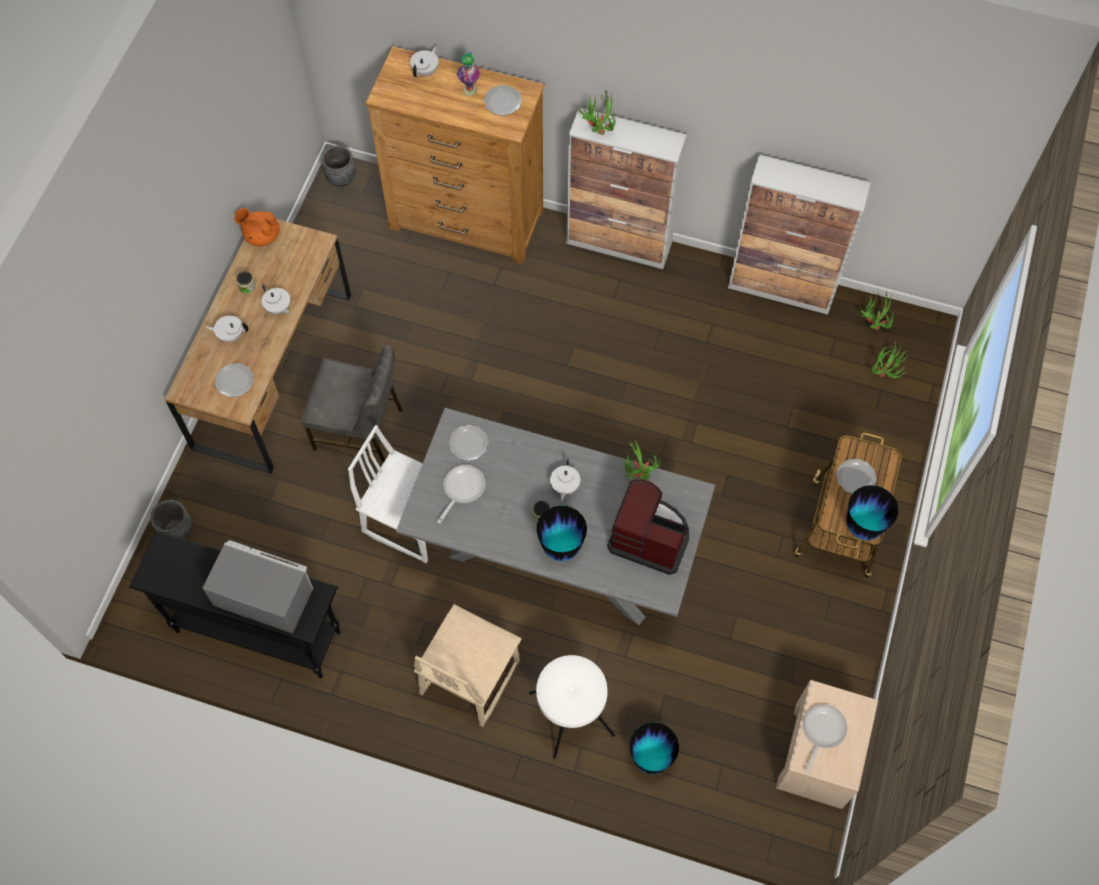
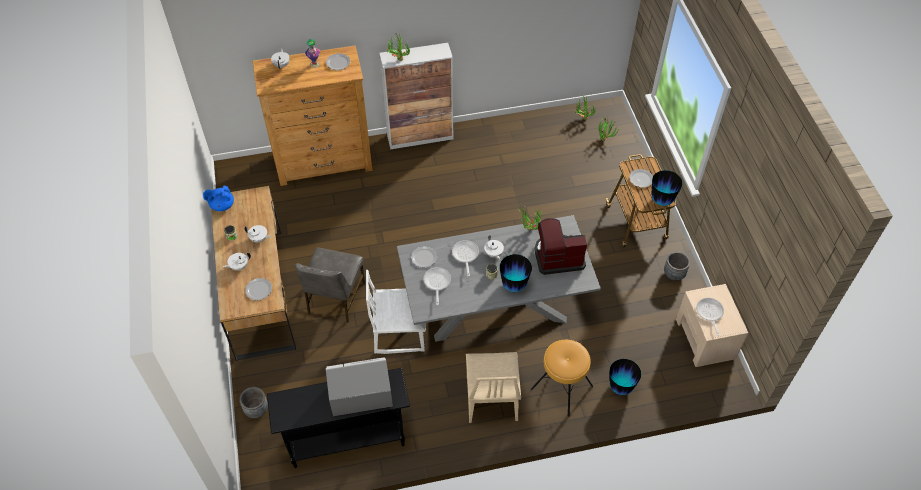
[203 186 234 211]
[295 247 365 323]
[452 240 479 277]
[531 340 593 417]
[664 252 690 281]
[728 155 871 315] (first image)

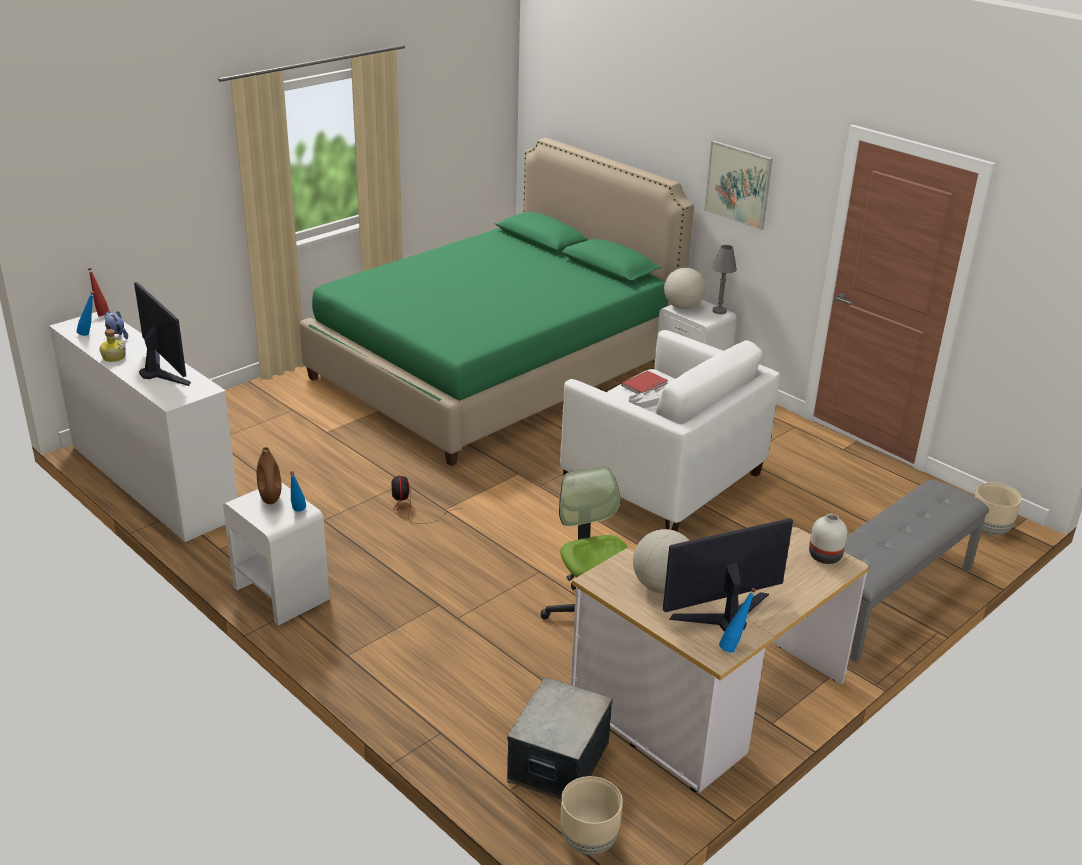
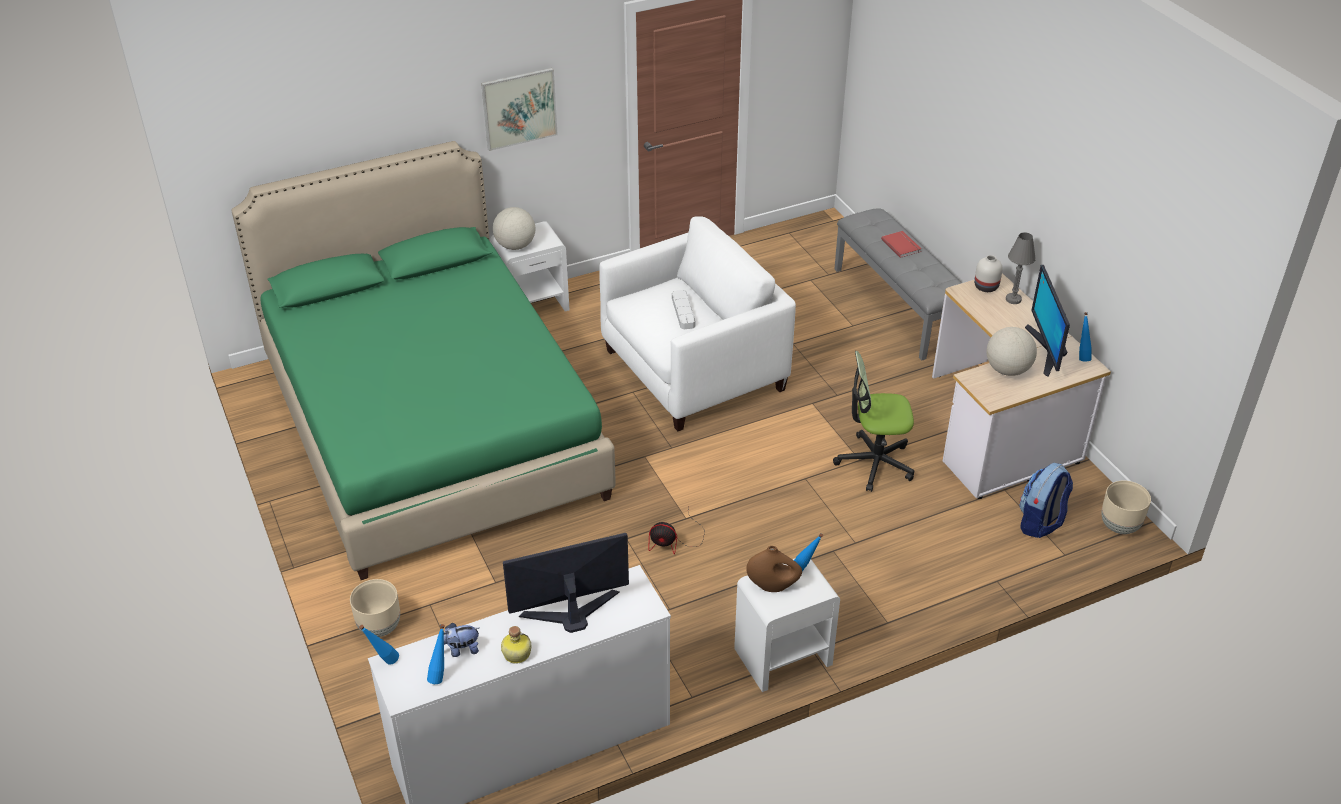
[350 579 400 637]
[359 625 399 665]
[881 231 921 258]
[1006 232 1036 304]
[1019 463 1073 538]

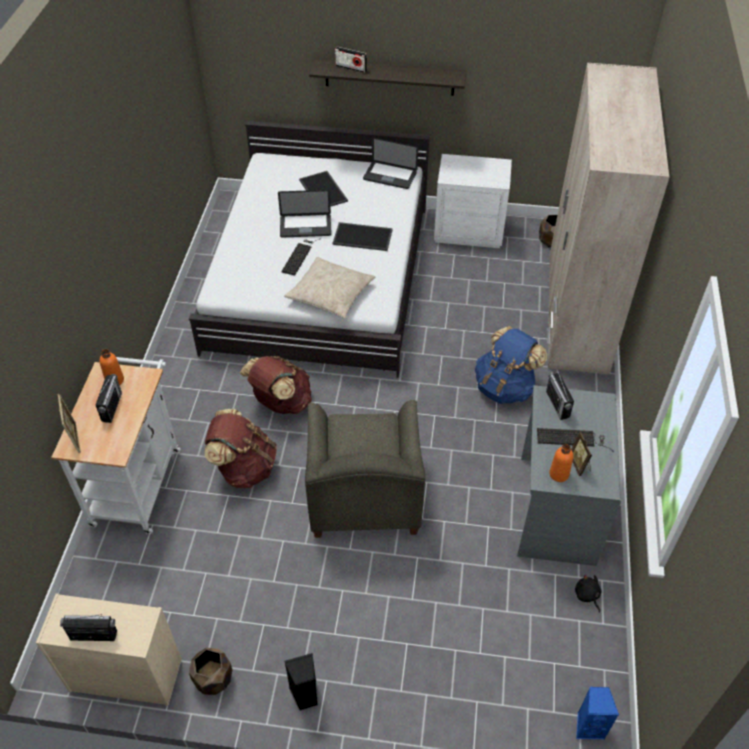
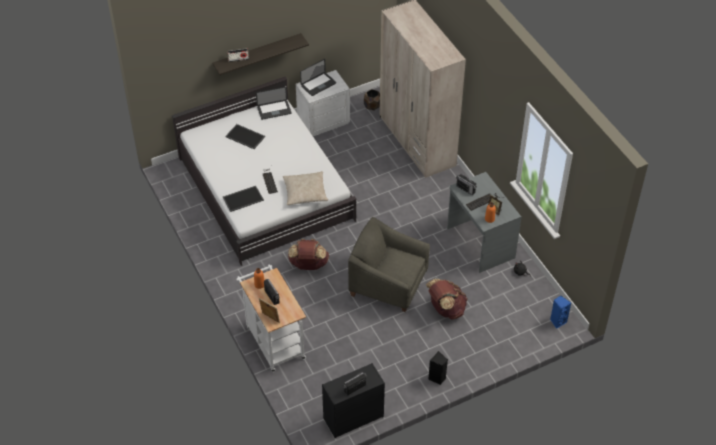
[223 186 264 212]
[300 59 336 96]
[322 363 385 438]
[348 217 430 312]
[426 279 468 320]
[189 648 232 695] (first image)
[475 326 547 404] (first image)

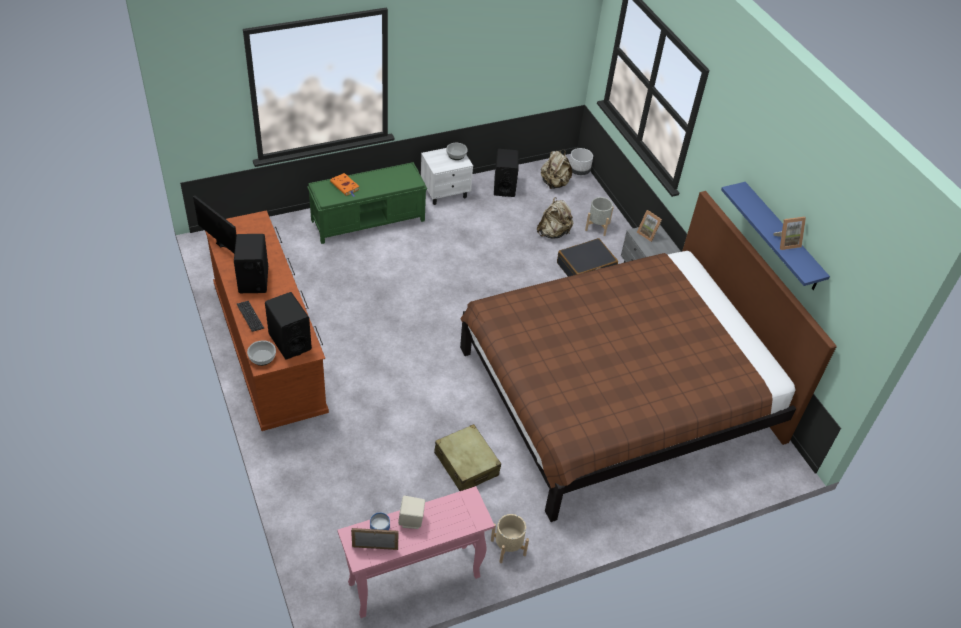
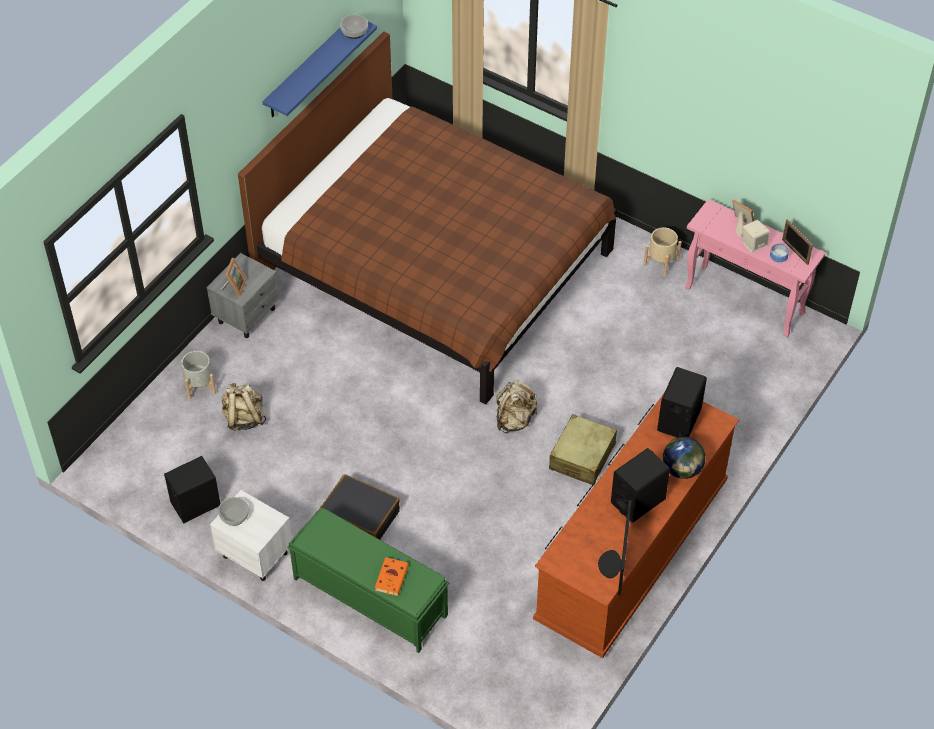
[320 474 400 540]
[340 15 368 39]
[497 380 537 433]
[549 414 617 485]
[663 437 705 479]
[732 200 754 237]
[569 148 593 175] (first image)

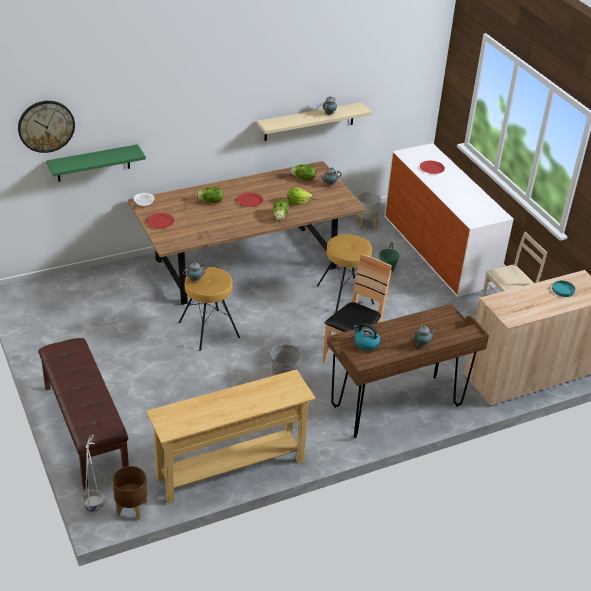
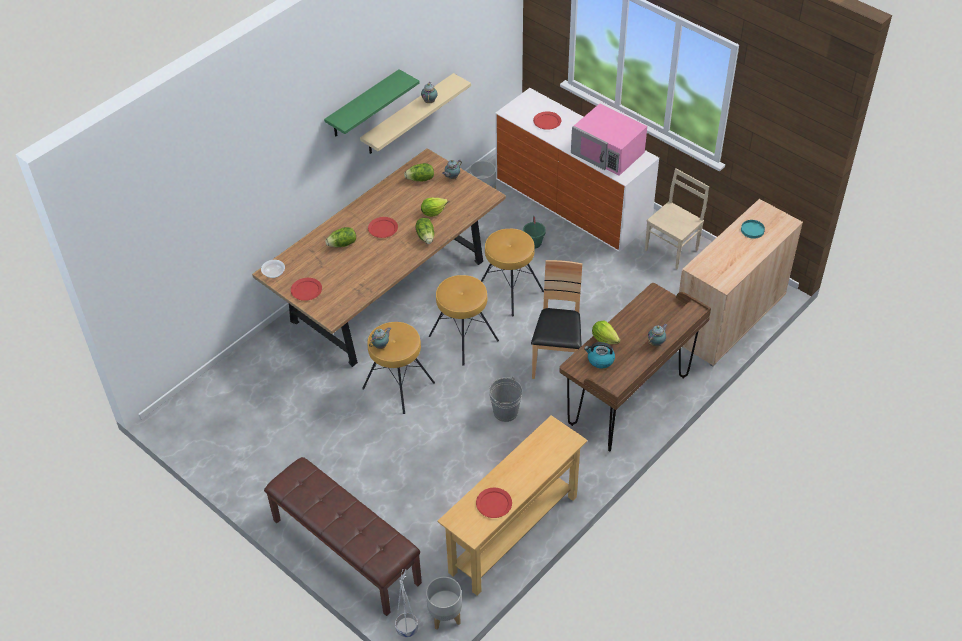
[324 69 420 137]
[426 577 462 630]
[429 275 499 366]
[476 488 512 518]
[571 103 647 176]
[592 321 620 344]
[18 101 75 153] (first image)

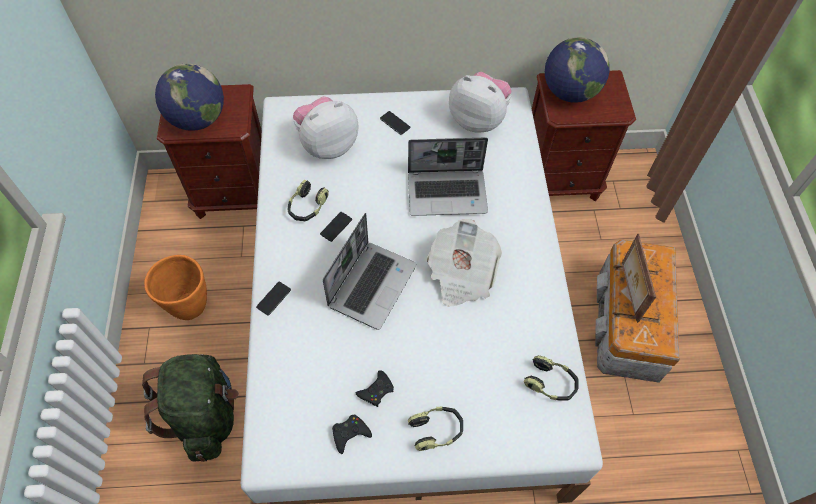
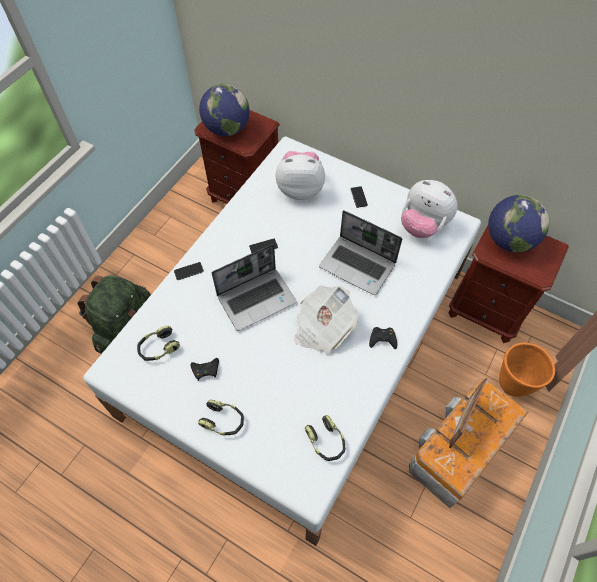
[137 325 180 361]
[369 327 397 349]
[401 180 458 238]
[499 343 555 397]

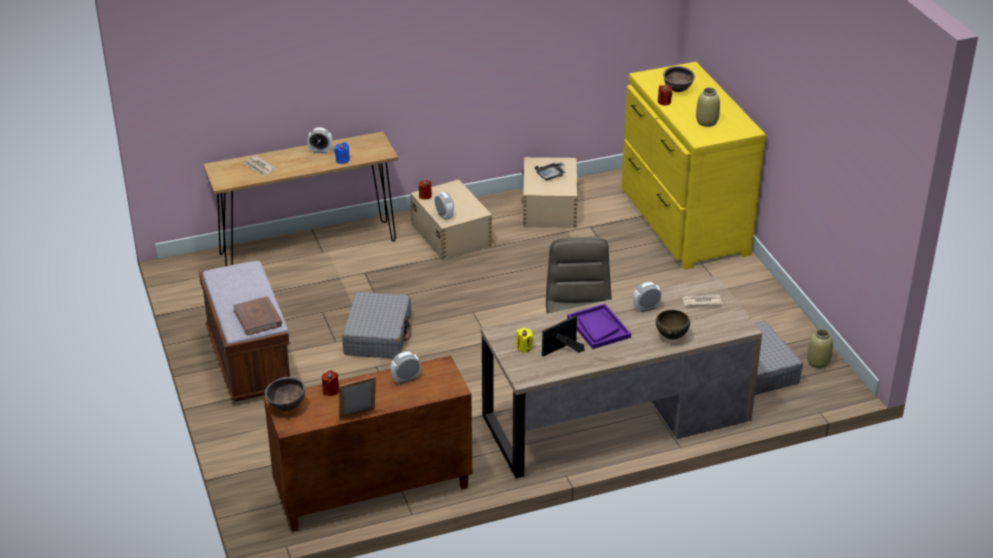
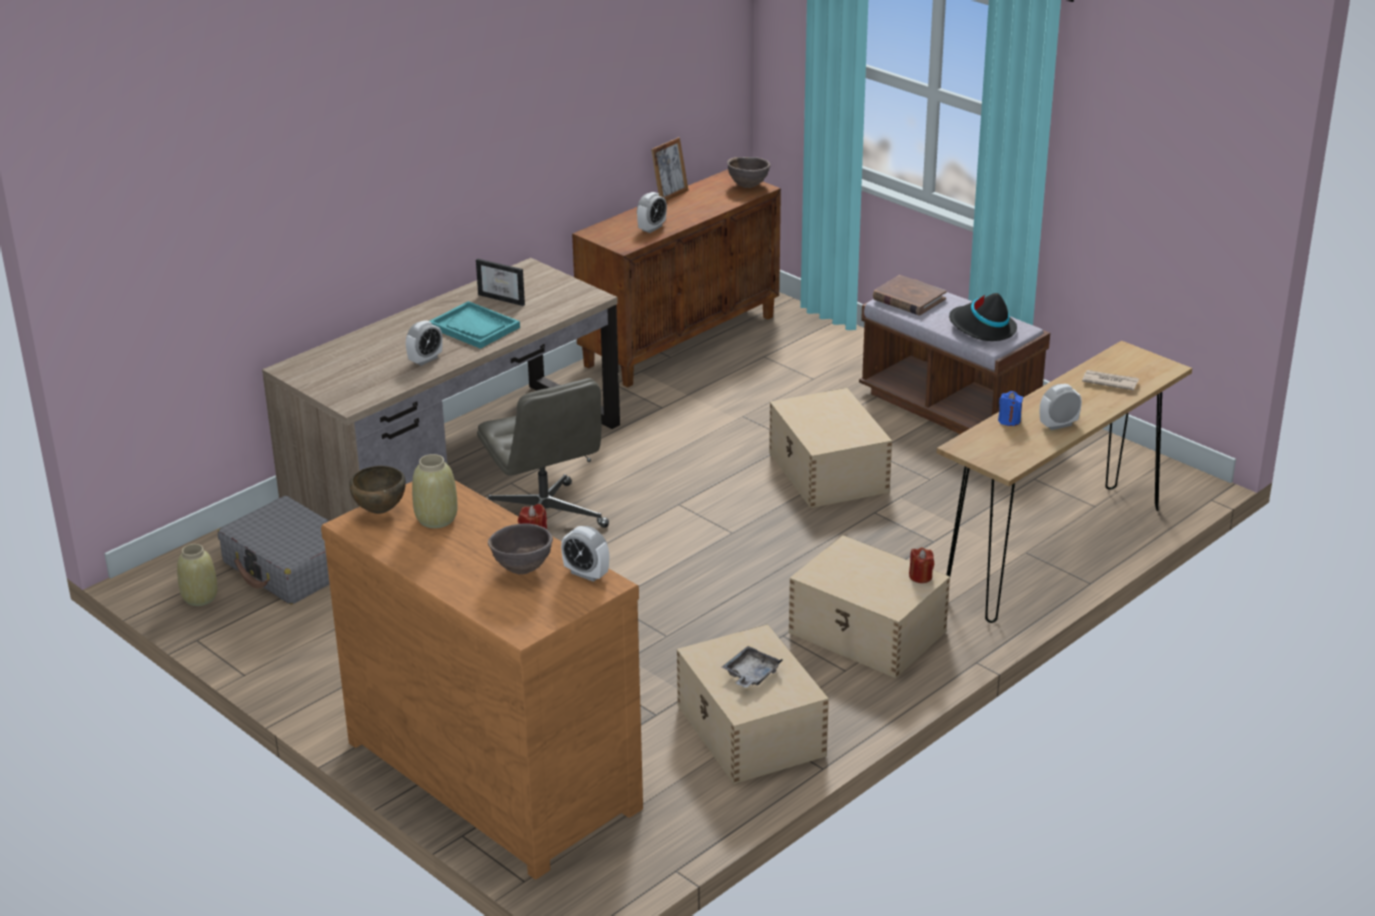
[321 480 643 880]
[350 466 406 514]
[429 301 520 349]
[476 258 525 306]
[561 526 609 582]
[769 388 892 508]
[949 293 1017 341]
[322 370 339 396] (first image)
[516 328 533 352] (first image)
[683 294 722 306] (first image)

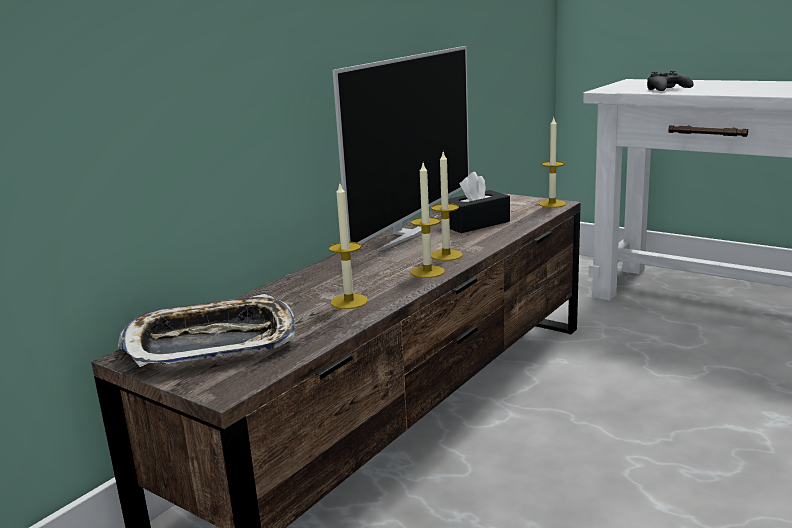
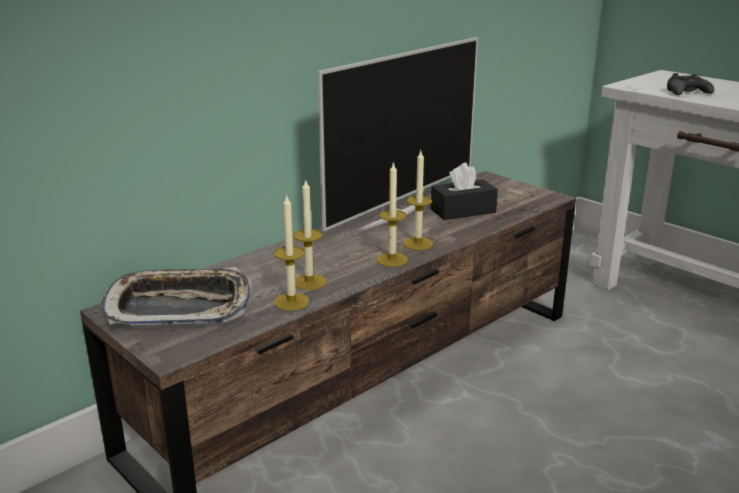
[274 194 309 311]

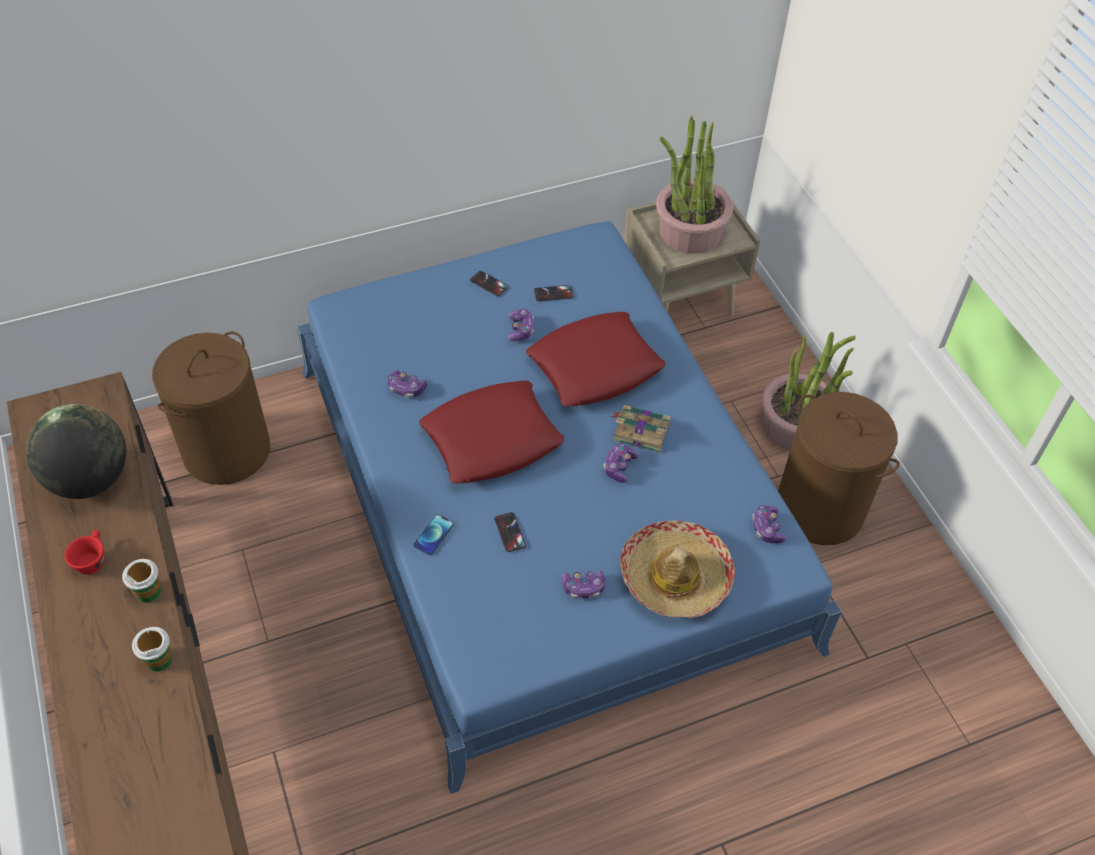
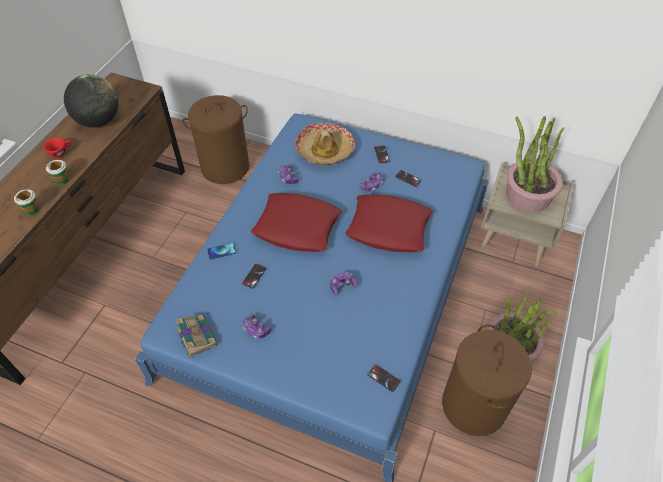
[176 315 217 358]
[295 123 355 165]
[368 364 400 392]

